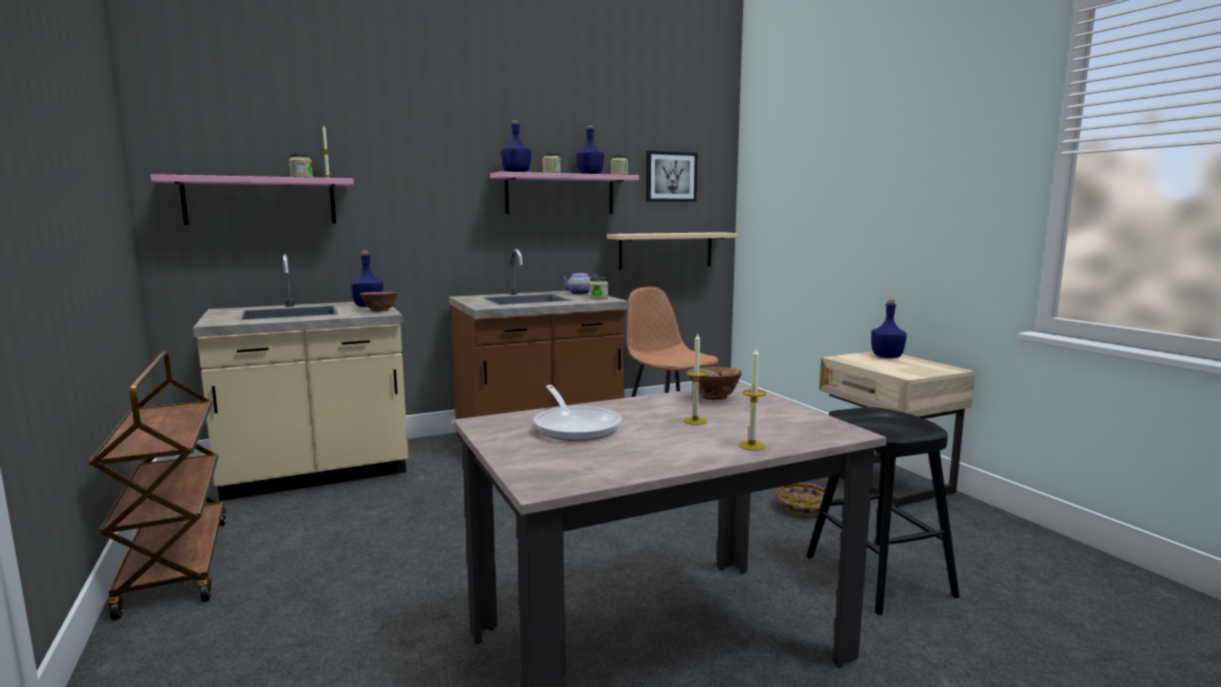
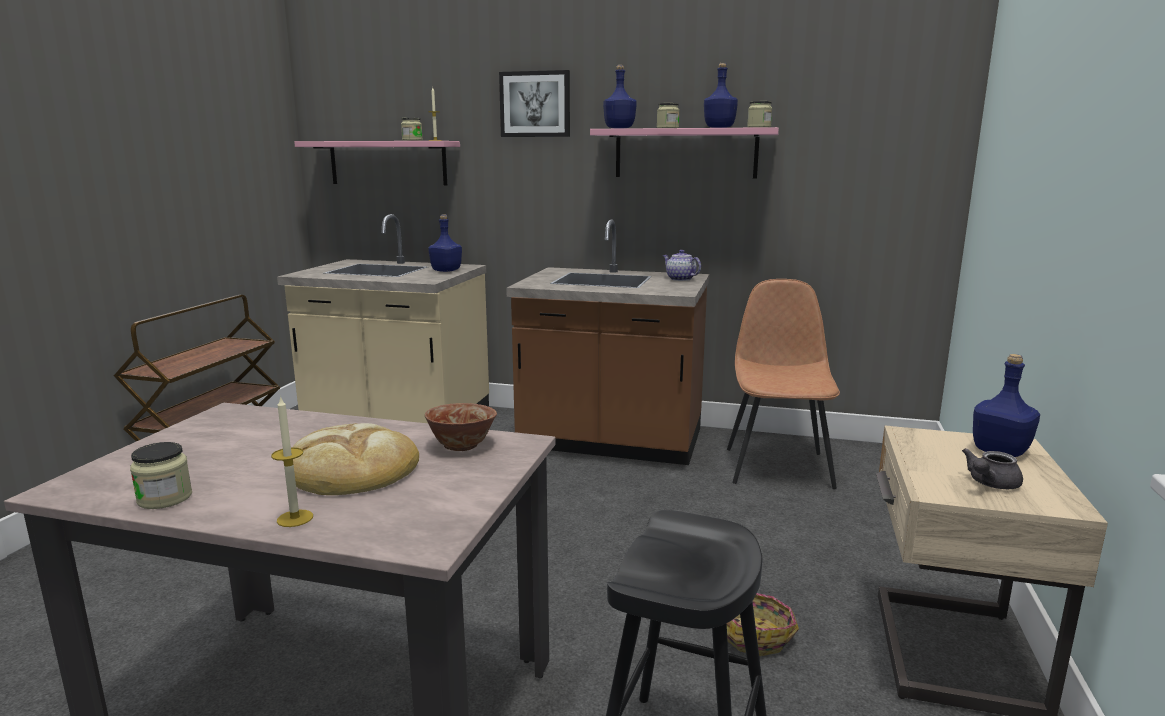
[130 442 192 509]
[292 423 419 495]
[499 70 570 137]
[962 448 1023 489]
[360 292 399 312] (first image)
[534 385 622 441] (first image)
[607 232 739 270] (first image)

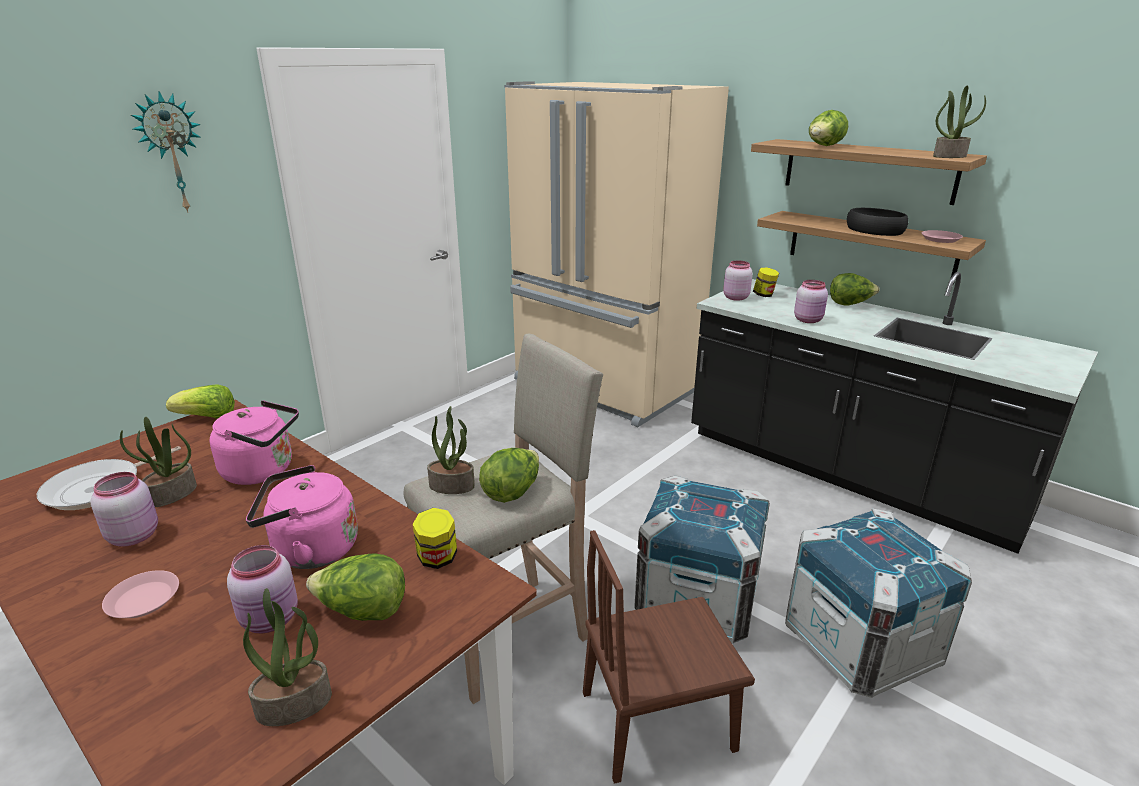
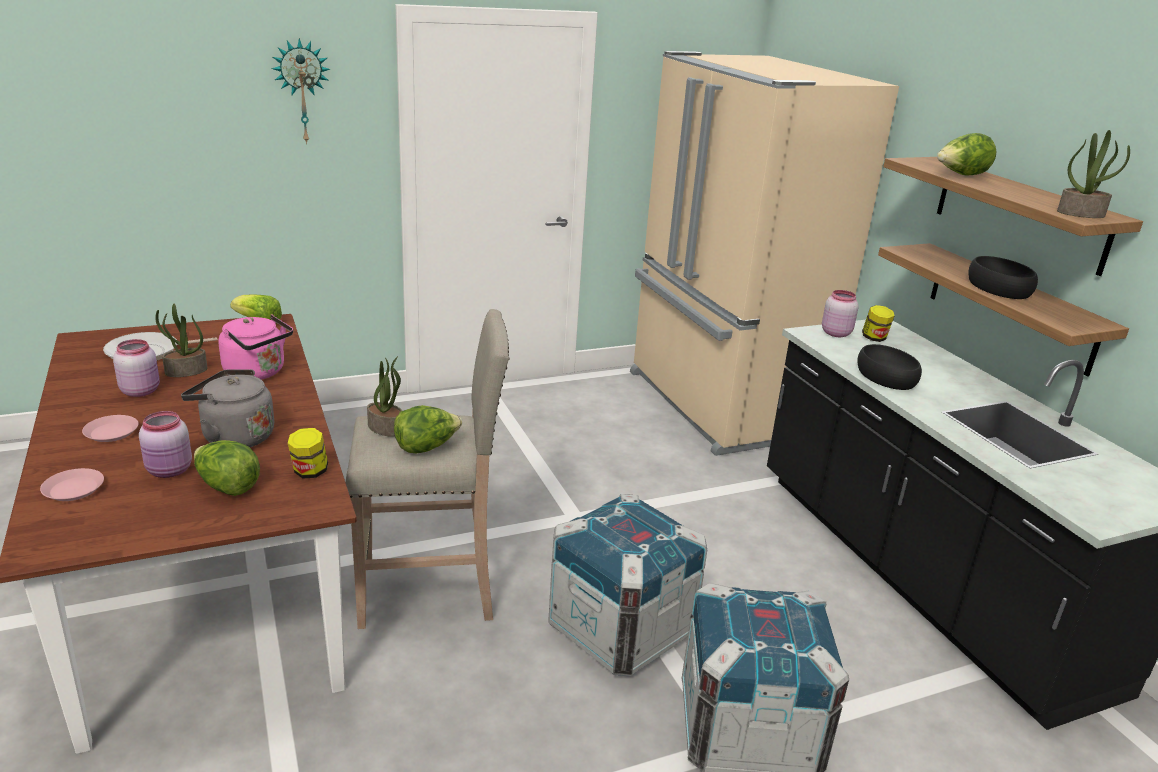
[40 468 104 501]
[181 369 274 447]
[858 344 922 390]
[243 588 332 726] (first image)
[583 530 755 784] (first image)
[830 273 880 306] (first image)

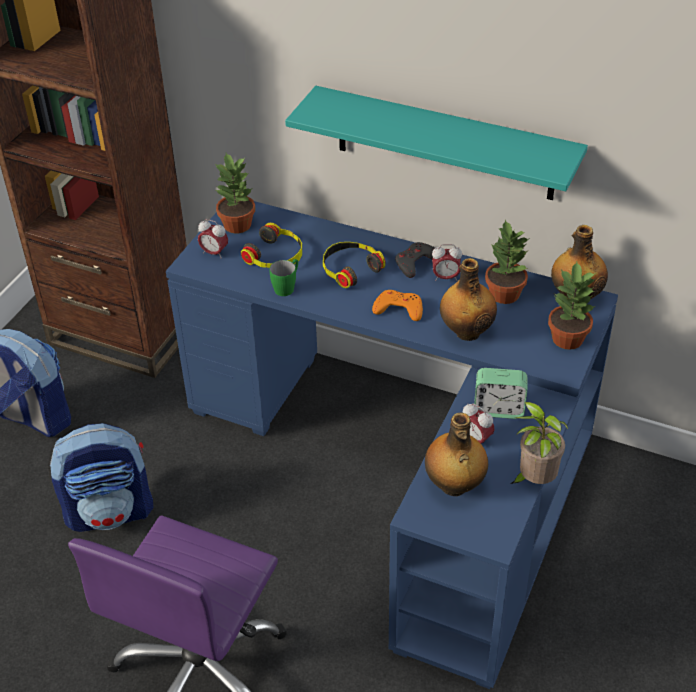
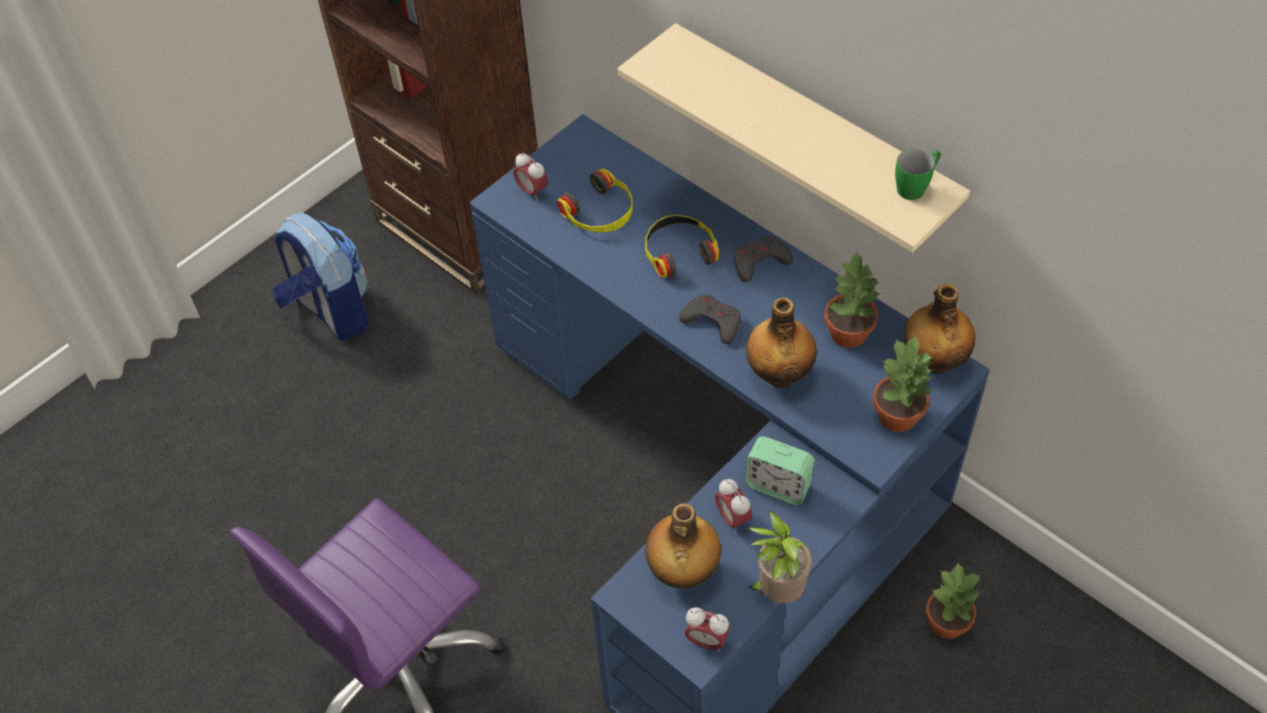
[617 23 970 253]
[679 295 741 344]
[684 607 730 652]
[895 148 941 200]
[926 563 981 639]
[50 423 153 532] (first image)

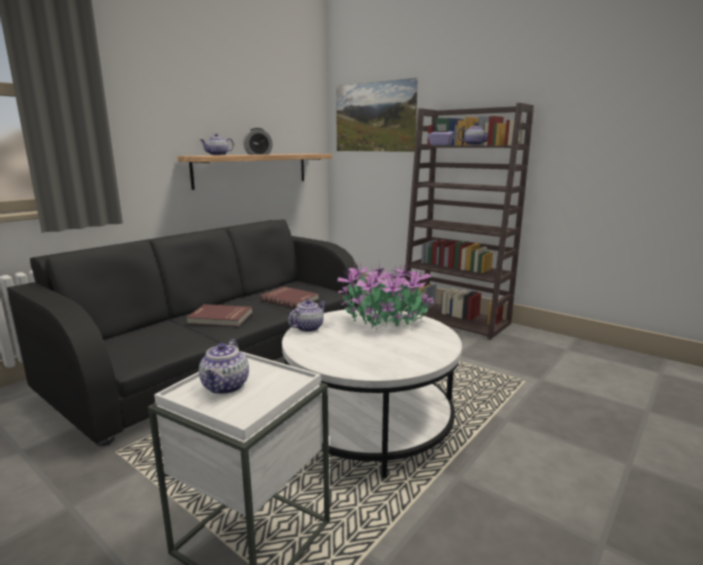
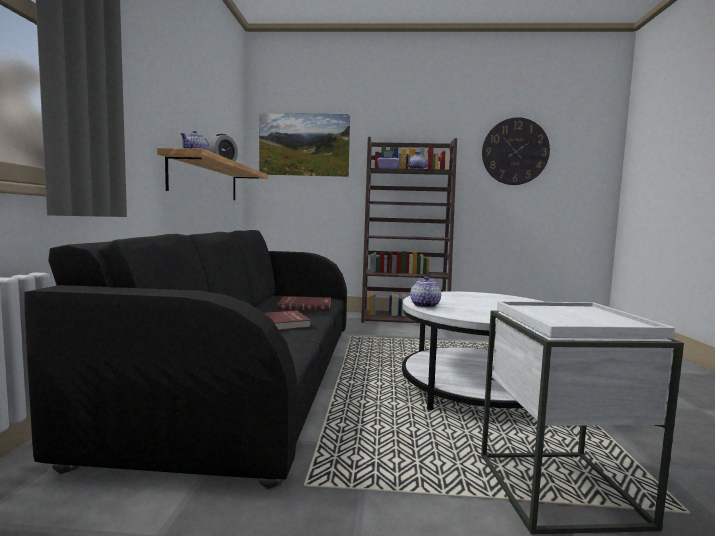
[482 117 550 185]
[199 339 249 394] (first image)
[337 261 434 329] (first image)

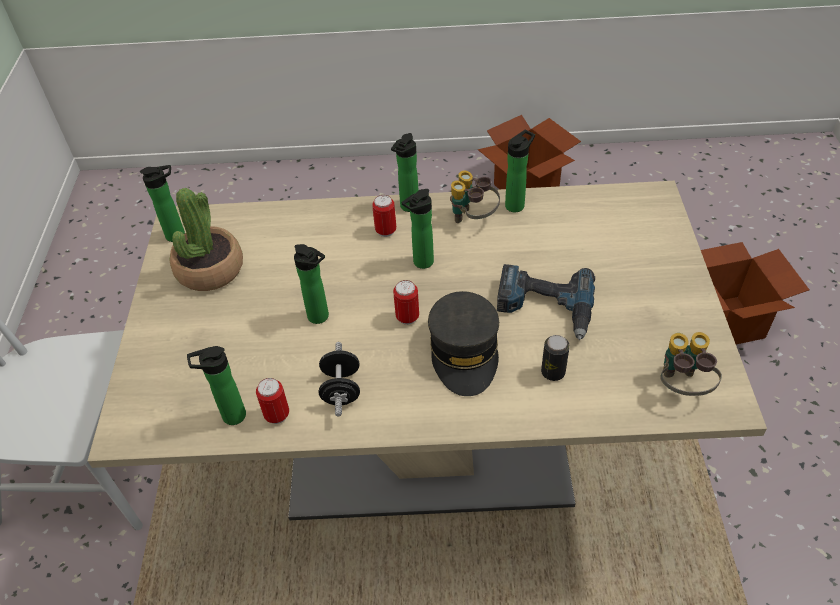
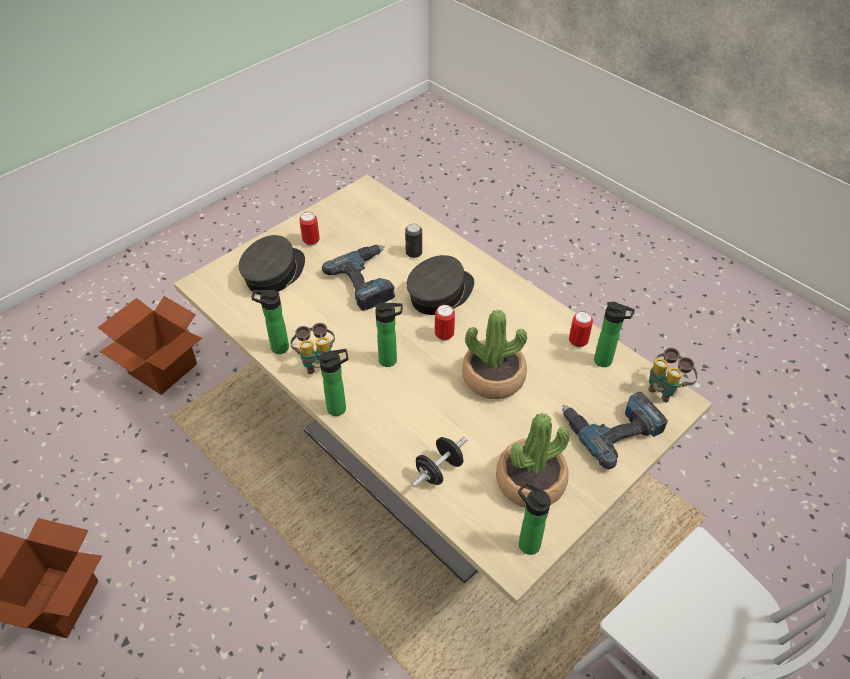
[239 235 305 295]
[299 212 320 246]
[411 436 468 487]
[462 310 527 399]
[562 391 668 469]
[648 348 698 403]

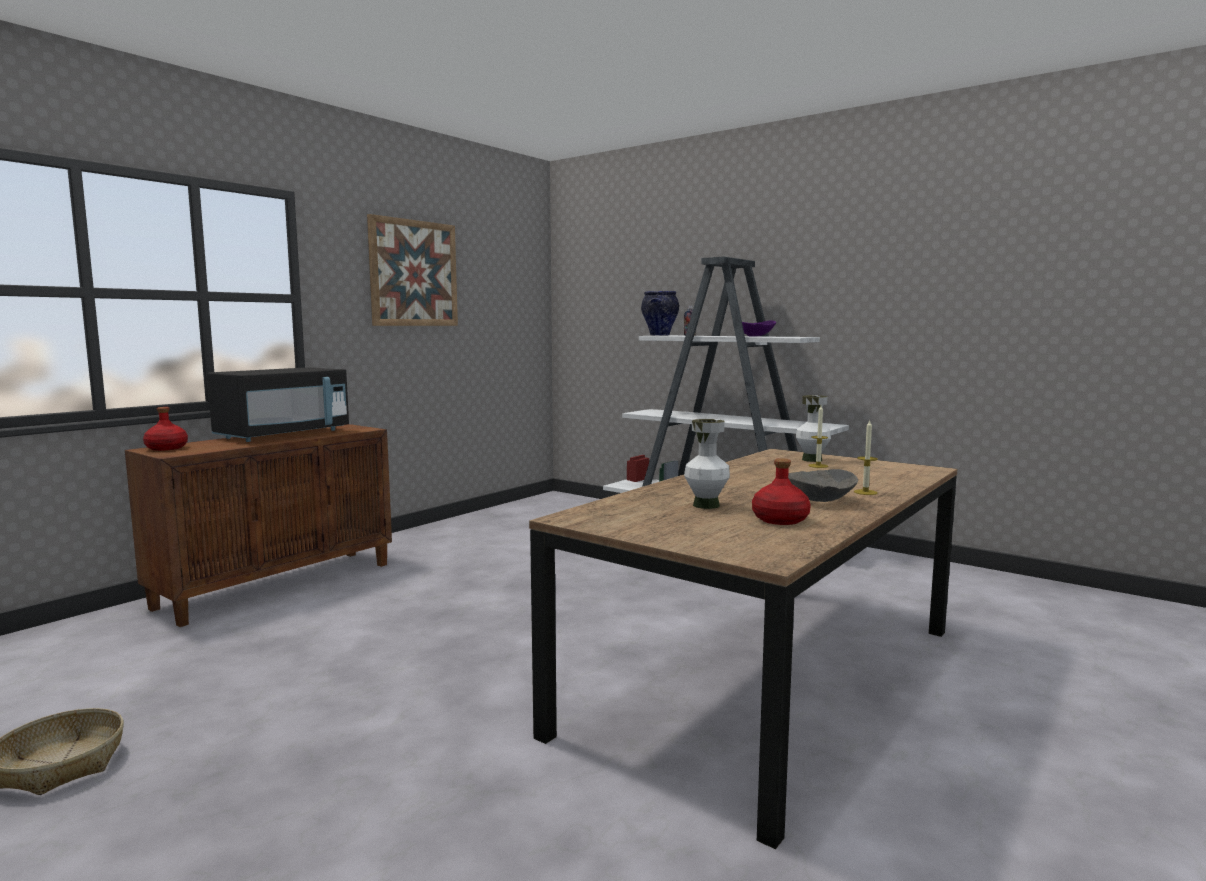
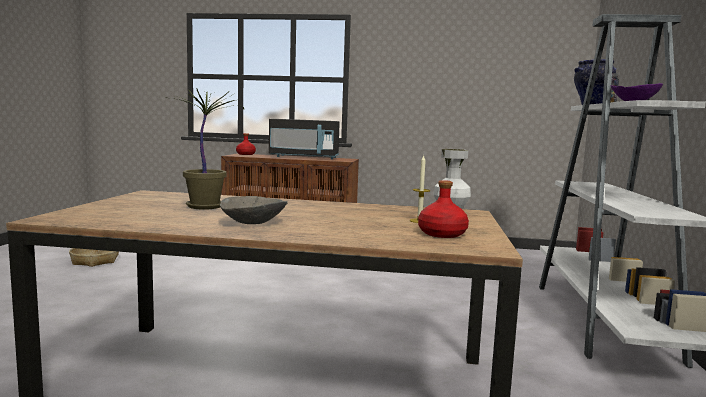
[171 88 244 210]
[418 180 469 238]
[367 214 458 326] (first image)
[854 419 878 495] (first image)

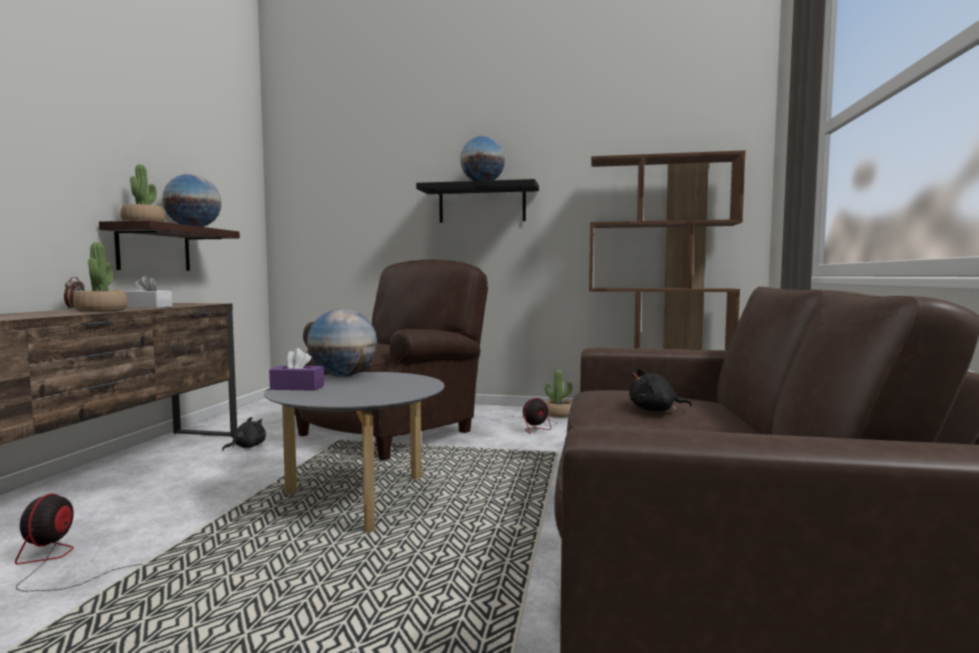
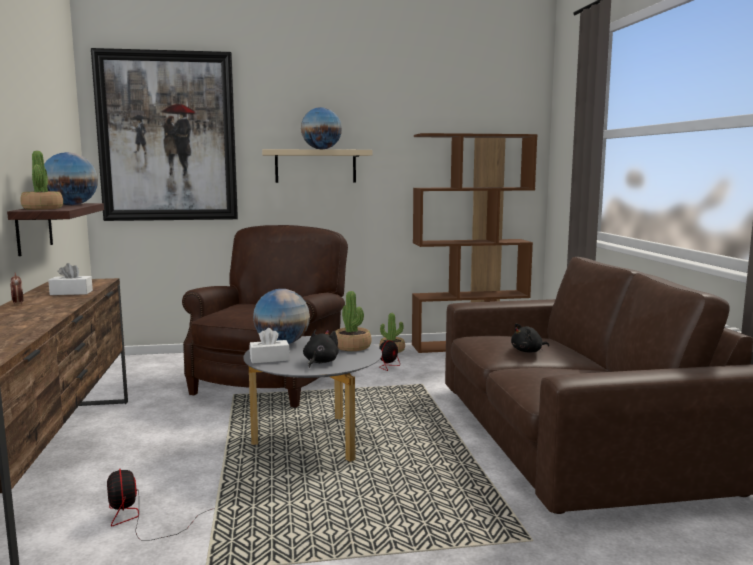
[91 48 238 221]
[250 328 290 364]
[262 149 372 183]
[303 329 339 368]
[335 291 372 351]

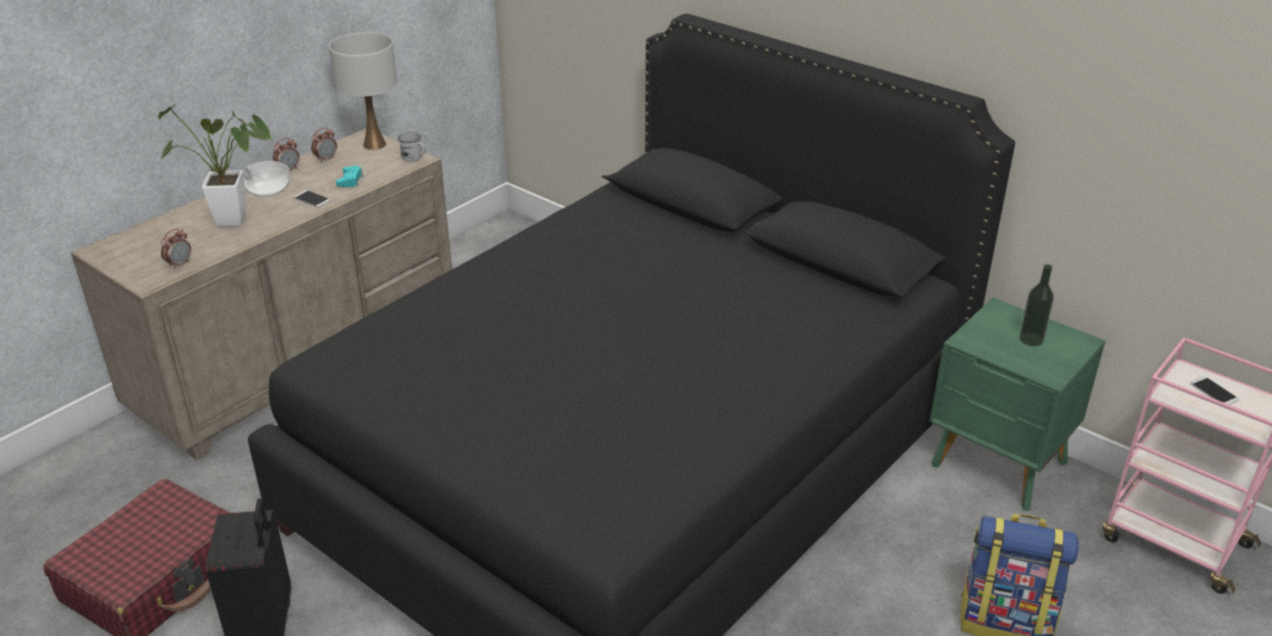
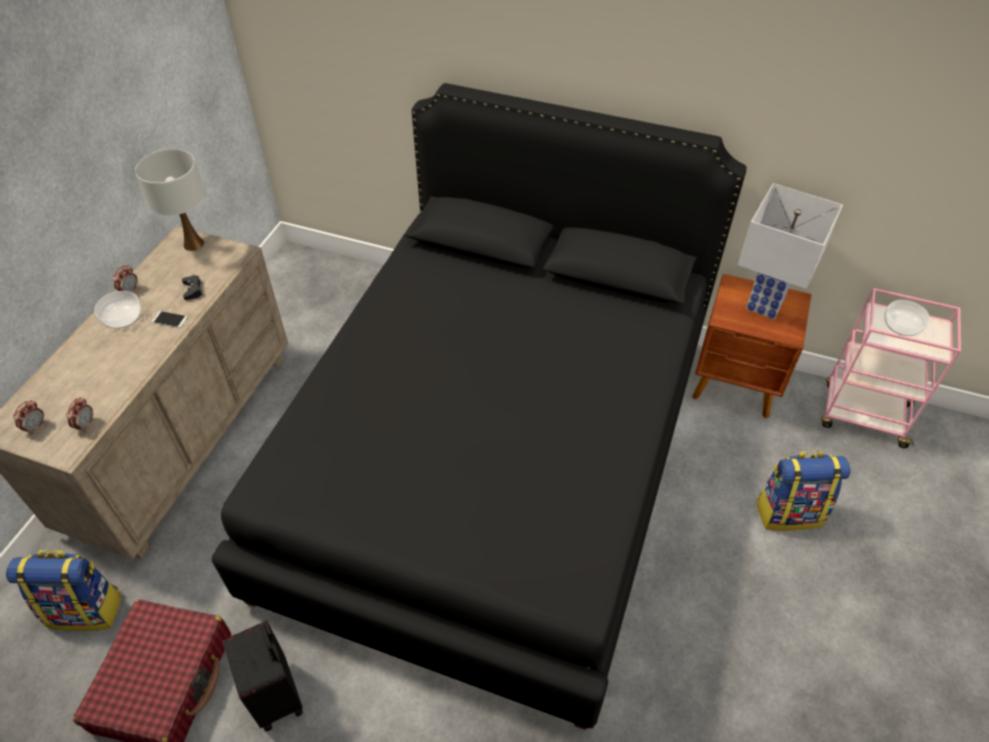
[6 550 122 631]
[13 400 45 434]
[182 275 203 300]
[692 274 812 418]
[738 183 843 319]
[884 300 930 336]
[158 104 272 227] (first image)
[398 132 426 162] (first image)

